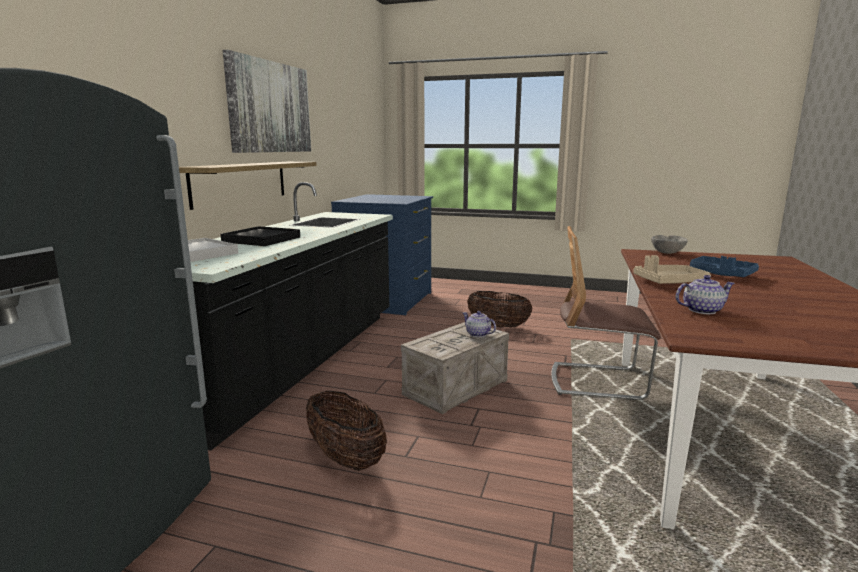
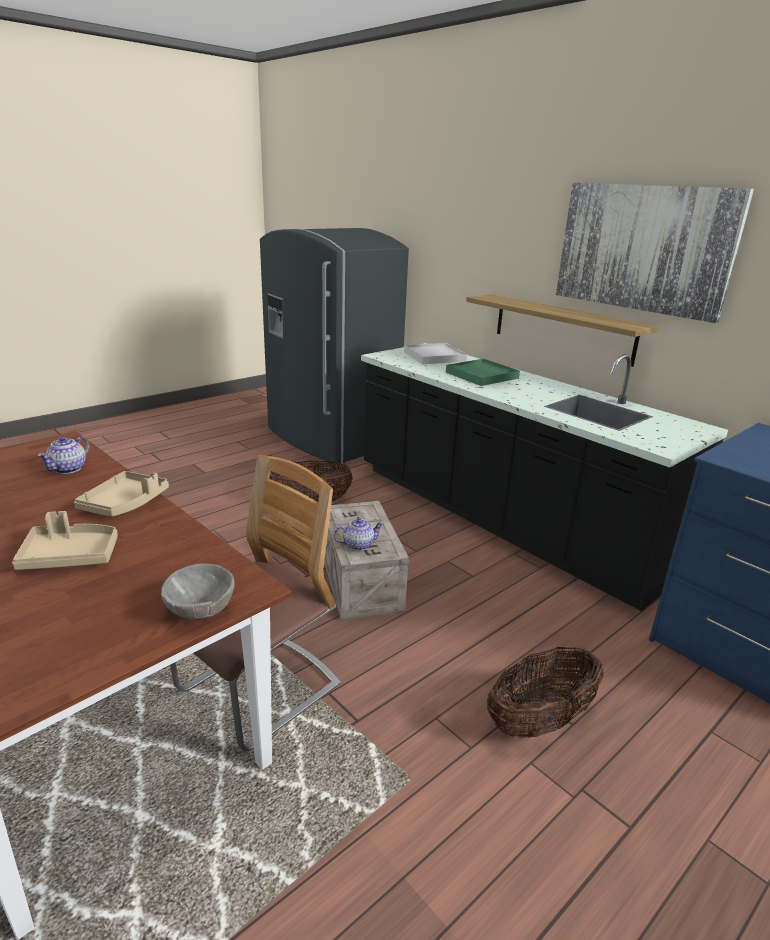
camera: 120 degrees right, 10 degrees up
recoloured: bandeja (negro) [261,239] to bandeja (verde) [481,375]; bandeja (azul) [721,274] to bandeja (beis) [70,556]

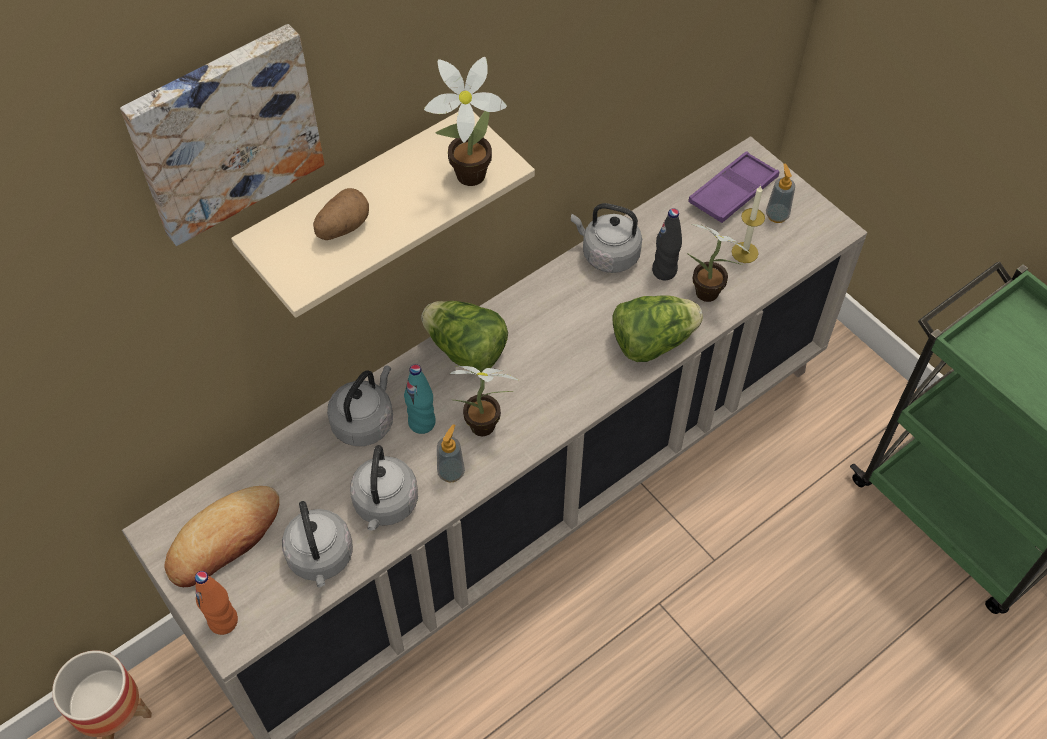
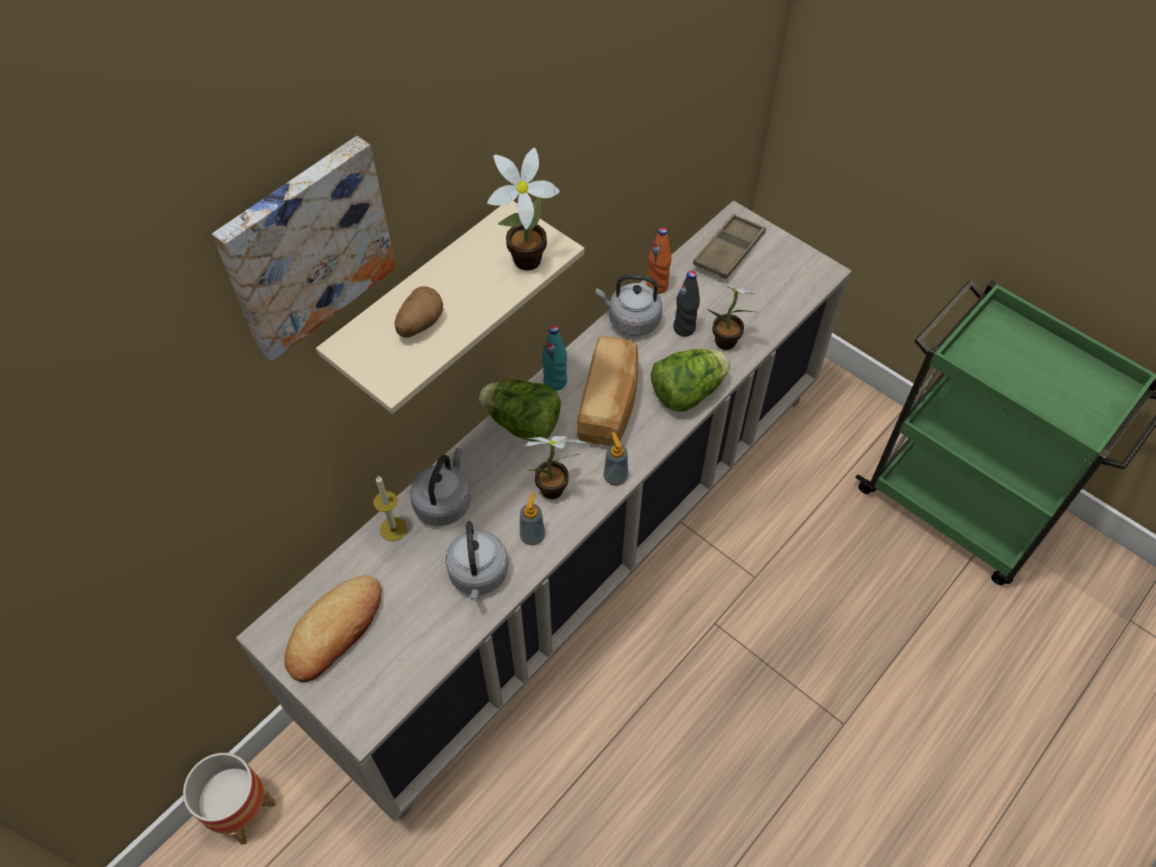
camera: 10 degrees left, 0 degrees up
removed: hervidor (gris) [321,559]
added: pan [610,405]
moved: botella (naranja) [223,621] to [657,286]; botella (turquesa) [422,423] to [555,382]; vela [744,252] to [393,529]; dispensador de jabón [777,215] to [615,477]
recoloured: bandeja (morado) [733,192] to bandeja (marrón) [729,251]

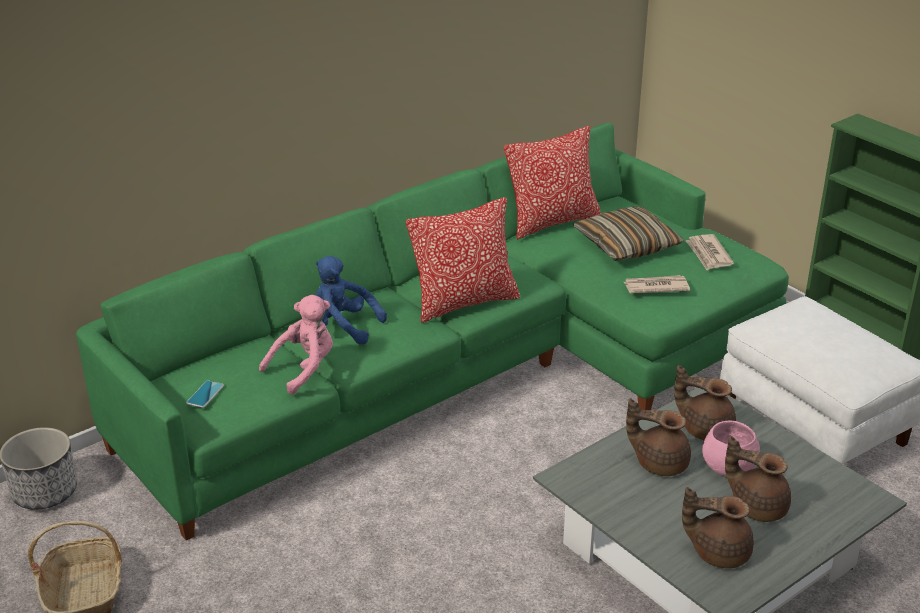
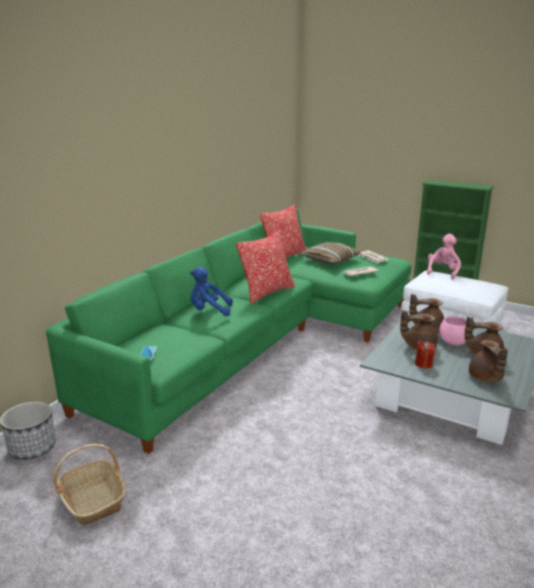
camera: 20 degrees left, 10 degrees down
added: vela (rojo) [423,364]
moved: peluche (rosa) [304,369] to [442,272]
turned: tetera (marrón) [718,552] = [485,378] 90 degrees counterclockwise

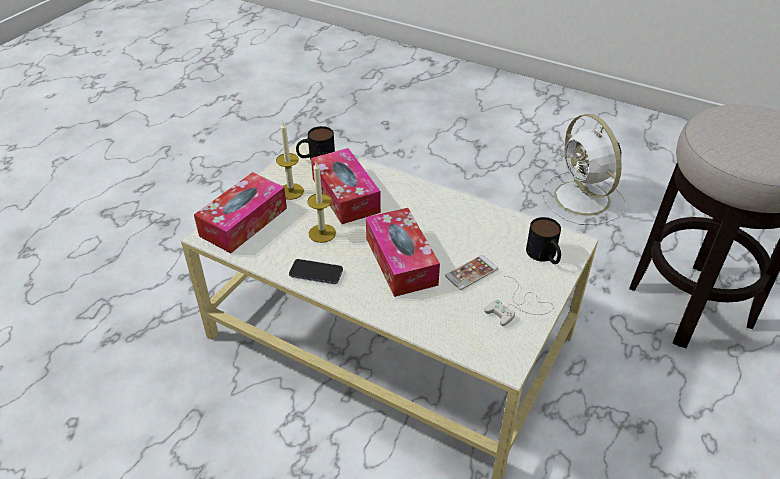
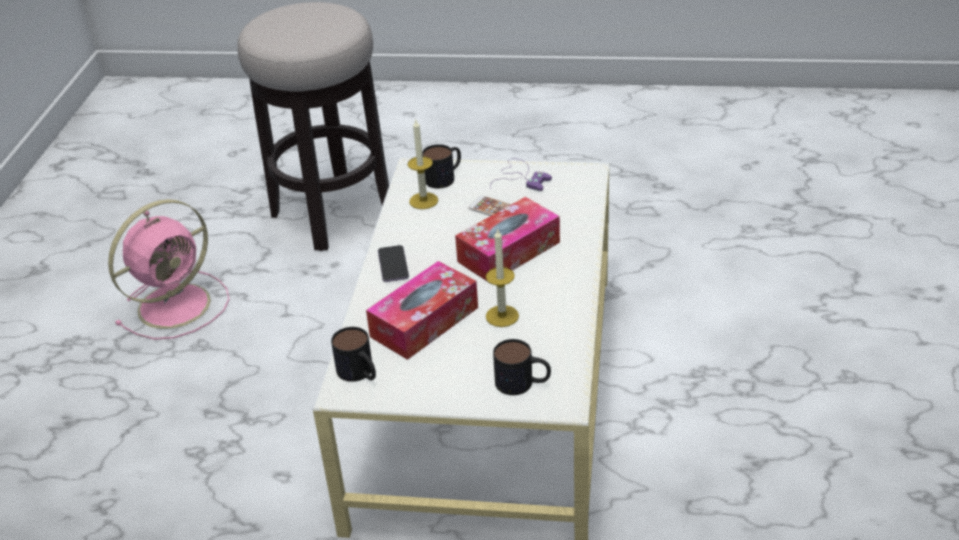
camera: 110 degrees left, 5 degrees down
moved: vela [291,191] to [423,201]; móvil [316,273] to [393,265]
replaced: caja de pañuelos [243,222] to taza grande [523,383]
recoloured: mando de consola (blanco) [518,306] to mando de consola (morado) [521,177]; ventilador (blanco) [583,199] to ventilador (rosa) [177,304]

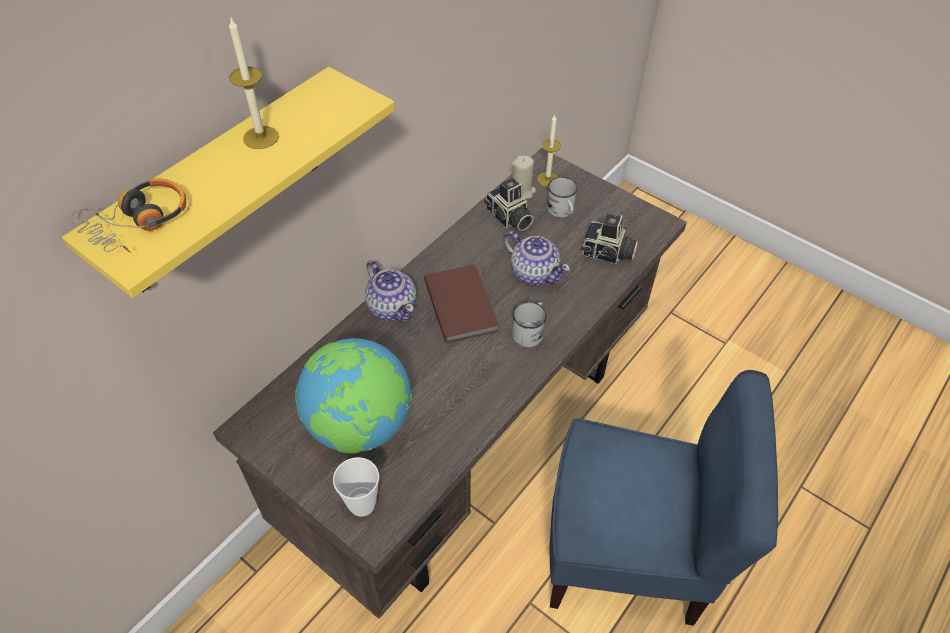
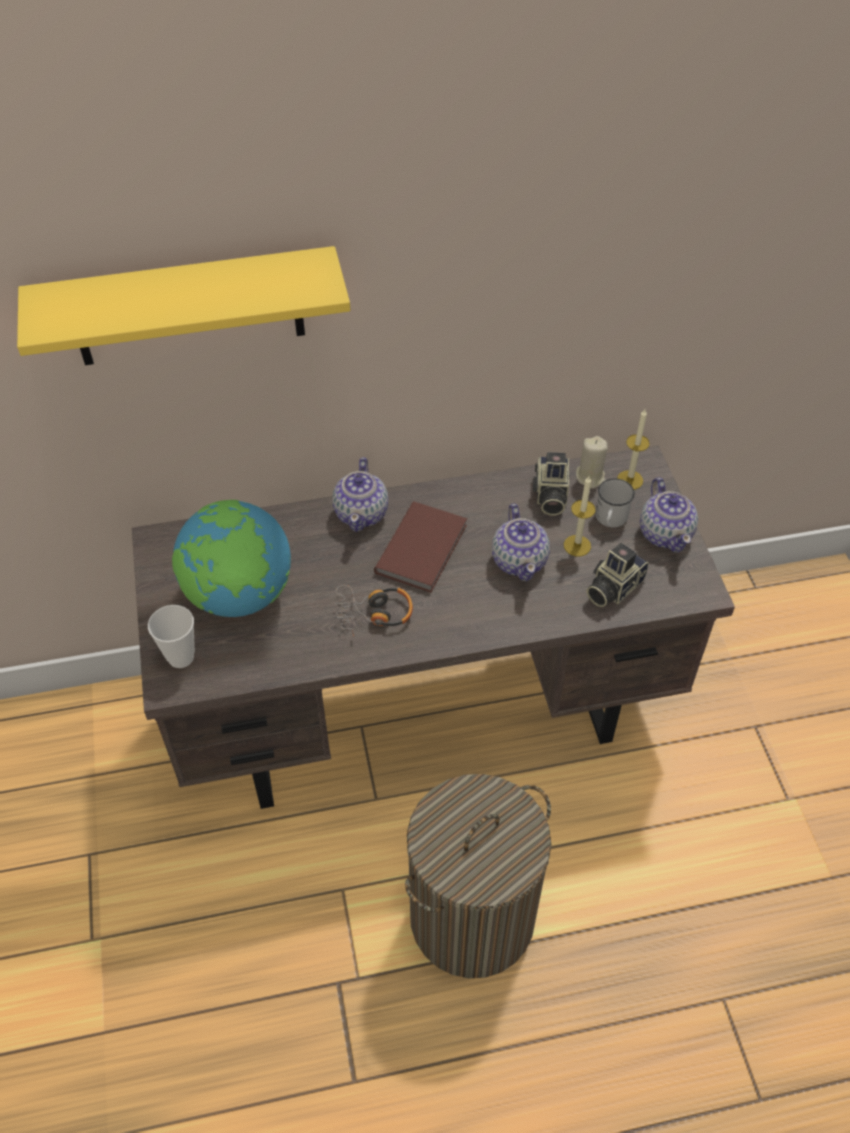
camera: 40 degrees right, 0 degrees up
removed: taza grande (blanco) [530,331]
added: tetera [665,533]
moved: auriculares [138,223] to [374,614]; vela [261,137] to [577,545]
replaced: silla (azul) [626,552] to cesto de la ropa [471,917]
turned: cámara [607,254] = [612,587] 75 degrees clockwise

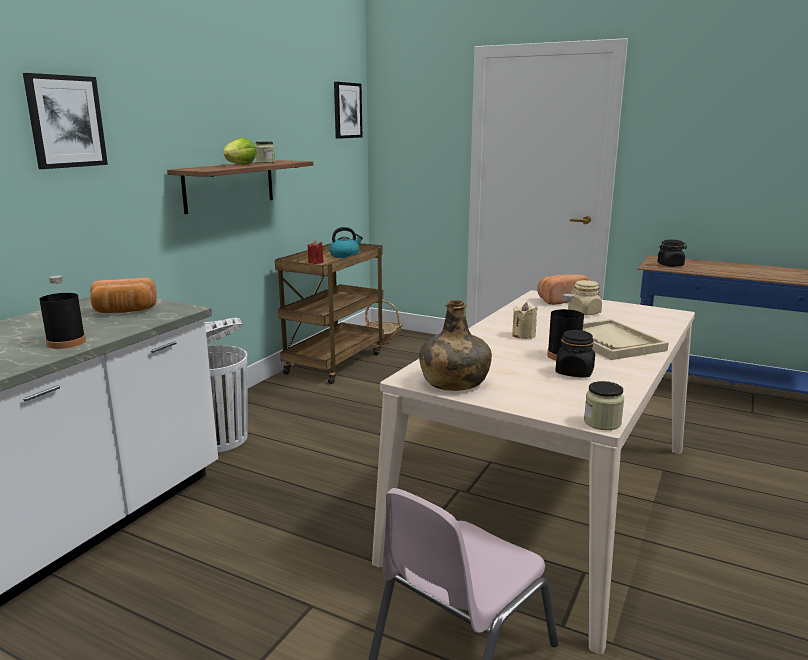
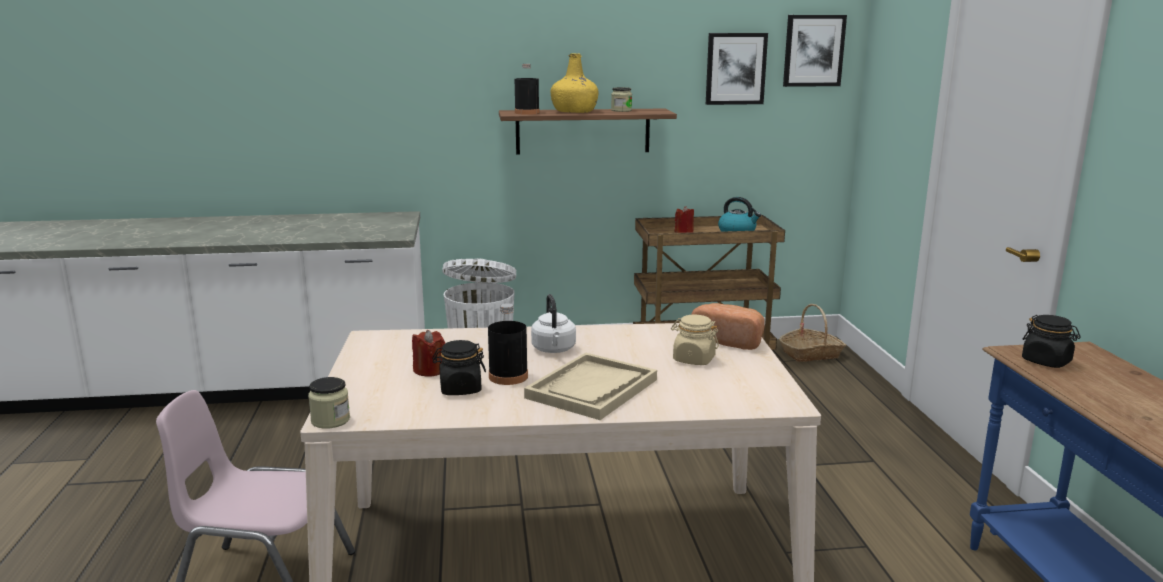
camera: 55 degrees right, 0 degrees up
removed: pan [124,311]; botella (verde) [453,382]
added: vela (rojo) [429,371]
moved: cuadro [65,121] to [735,68]; botella (negro) [66,342] to [527,113]
replaced: lechuga [239,165] to botella (amarillo) [575,111]; vela (beis) [523,335] to hervidor (blanco) [554,350]

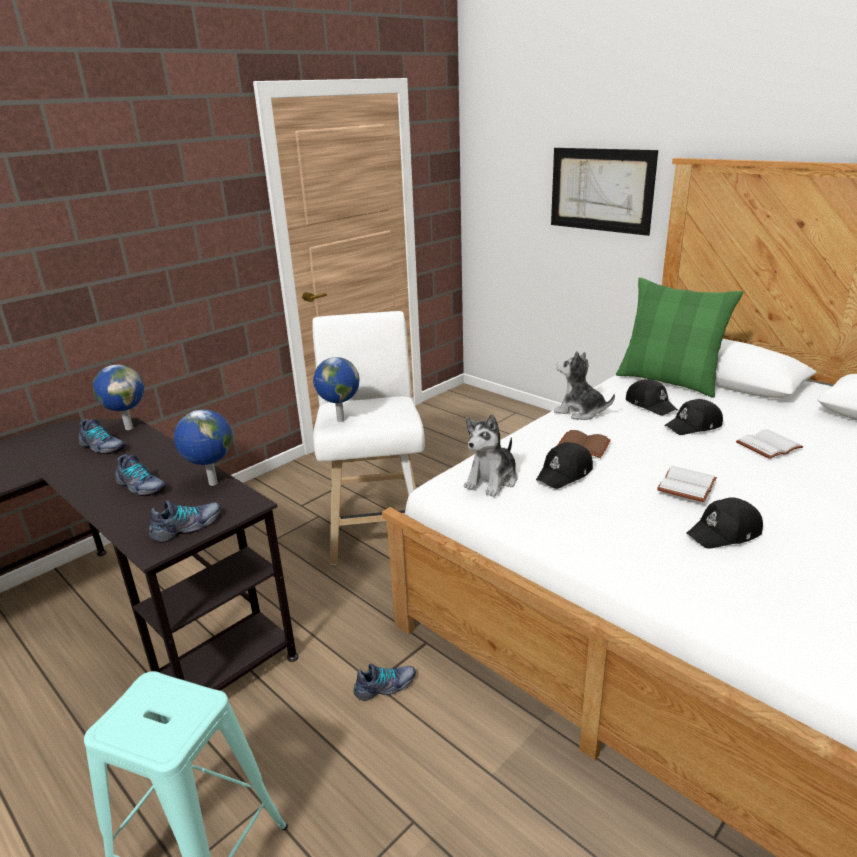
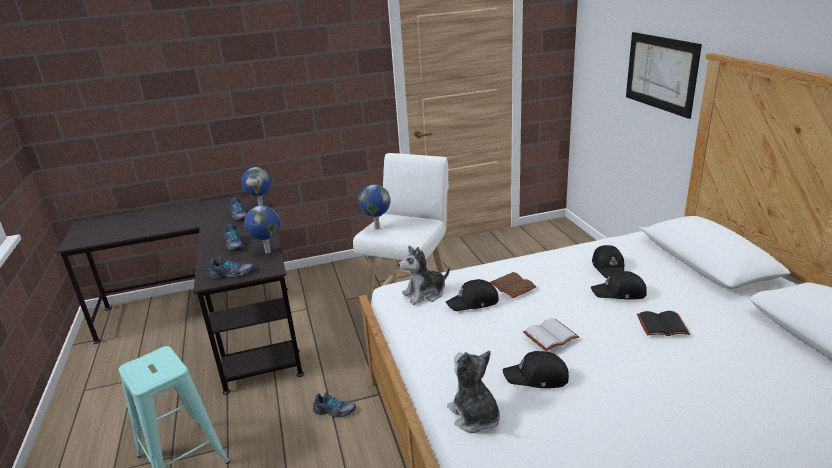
camera: 30 degrees right, 0 degrees up
removed: cojín (verde) [669,381]
moved: peluche [580,412] to [474,416]
recoloured: libro (blanco) [768,445] to libro (negro) [662,324]

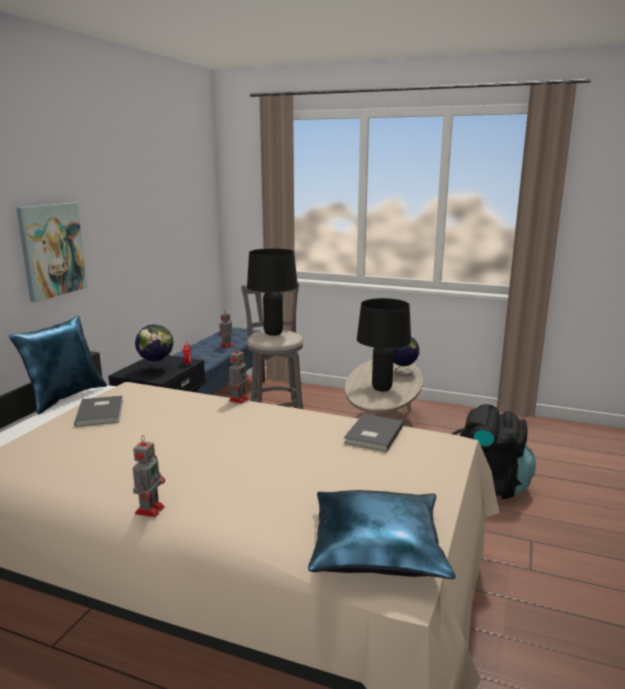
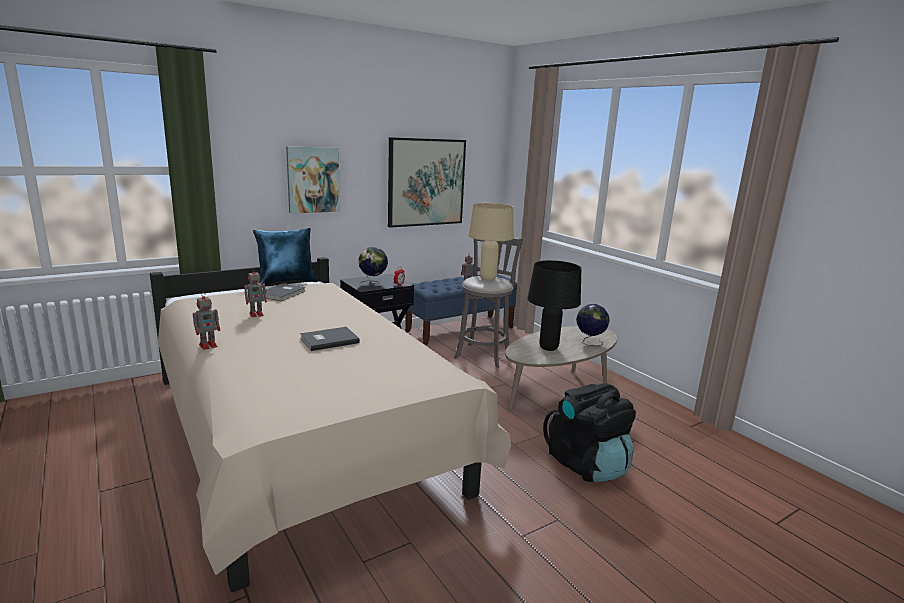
camera: 35 degrees right, 0 degrees up
removed: cojín (azul) [377,547]
added: cuadro [426,182]
moved: robot de juguete [239,399] to [257,314]; libro (gris) [372,435] to [328,340]
recoloured: lámpara de mesa (negro) [273,333] to lámpara de mesa (beis) [487,279]

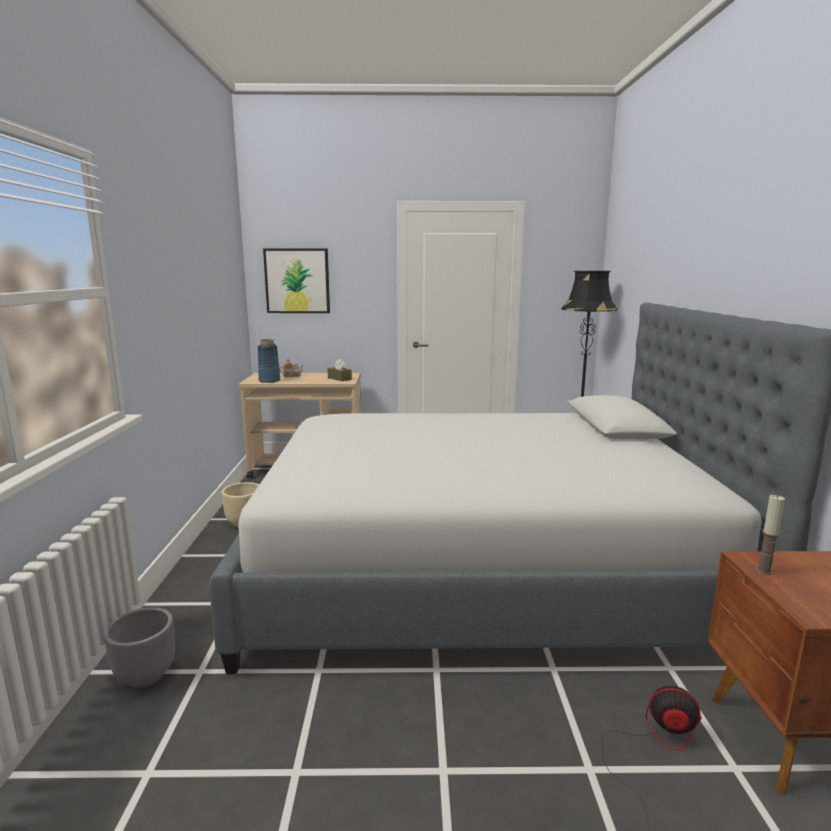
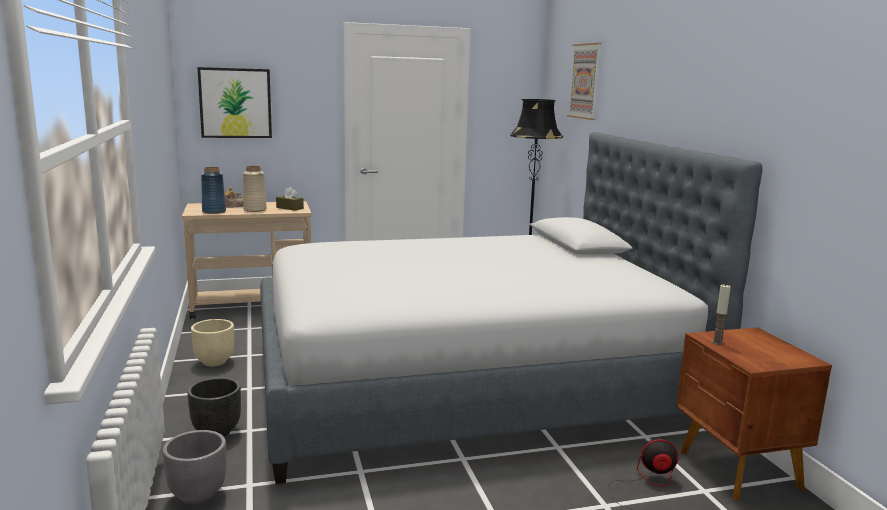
camera: 15 degrees left, 0 degrees up
added: maceta (negro) [216,431]; florero (beis) [255,209]; cuadro [584,81]

